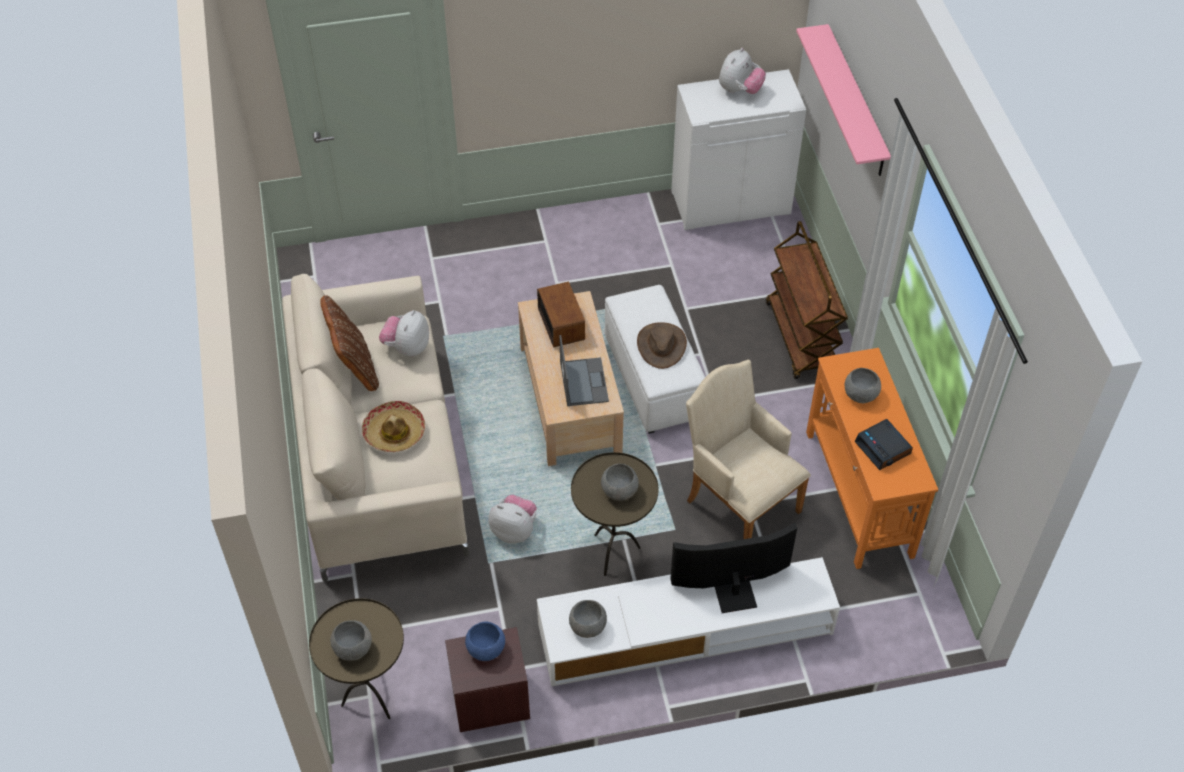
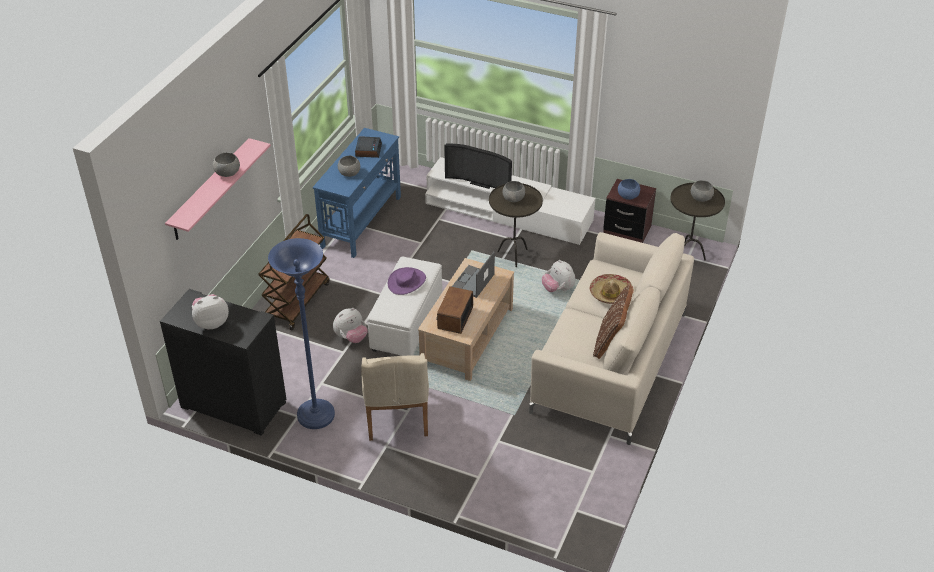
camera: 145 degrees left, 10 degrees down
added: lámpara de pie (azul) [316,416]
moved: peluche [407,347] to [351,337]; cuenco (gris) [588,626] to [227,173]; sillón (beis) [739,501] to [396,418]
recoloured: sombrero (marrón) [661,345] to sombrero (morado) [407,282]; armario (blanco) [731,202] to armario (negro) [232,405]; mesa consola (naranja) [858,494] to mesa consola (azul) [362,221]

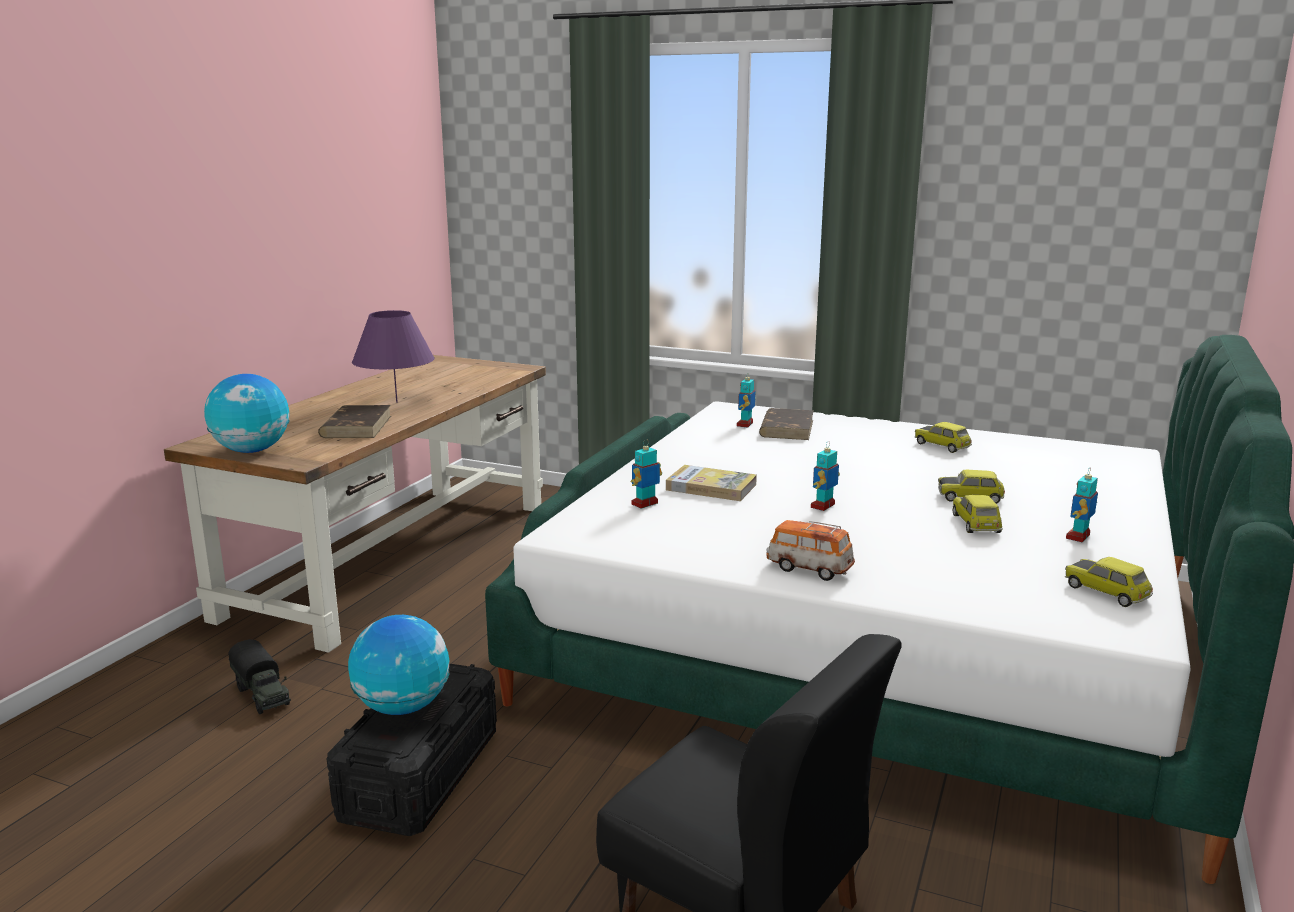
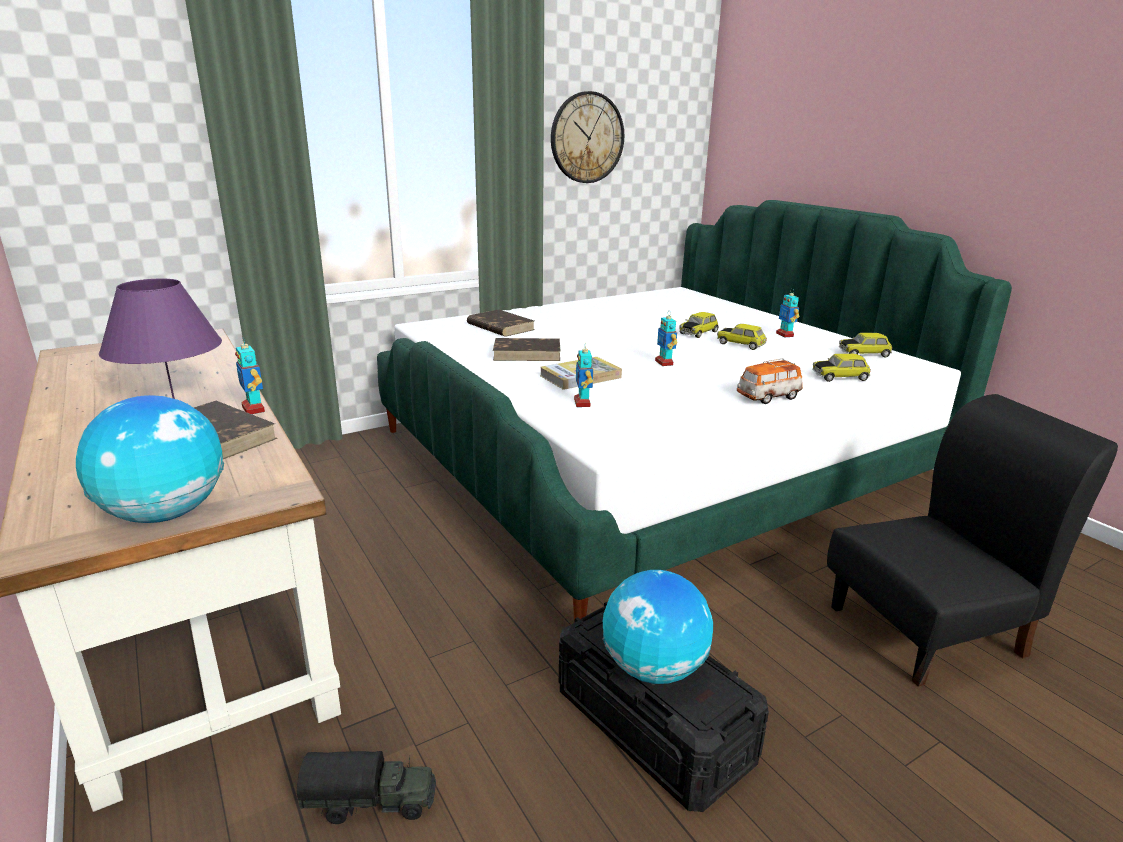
camera: 55 degrees left, 5 degrees up
added: libro (marrón) [528,353]; reloj de pared [587,138]
moved: robot de juguete [745,424] to [254,409]; coche de juguete [943,445] to [840,377]

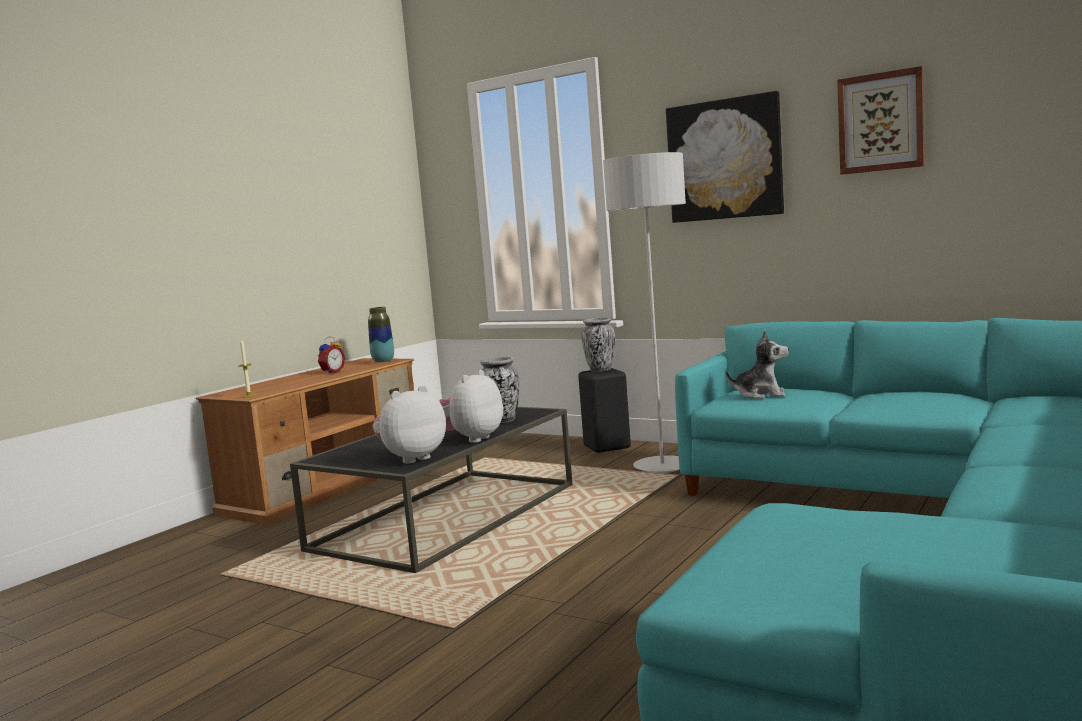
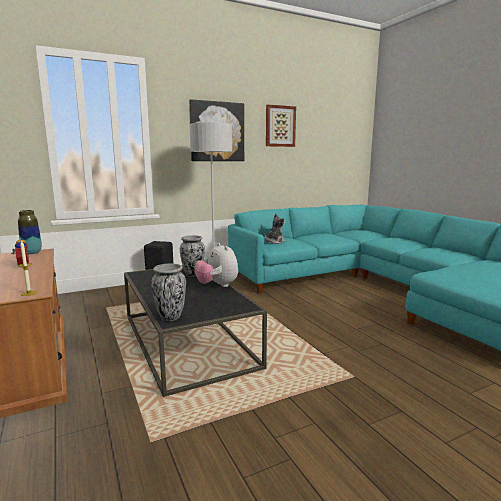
camera: 60 degrees left, 5 degrees up
removed: peluche [411,458]
moved: florero [600,370] to [170,317]

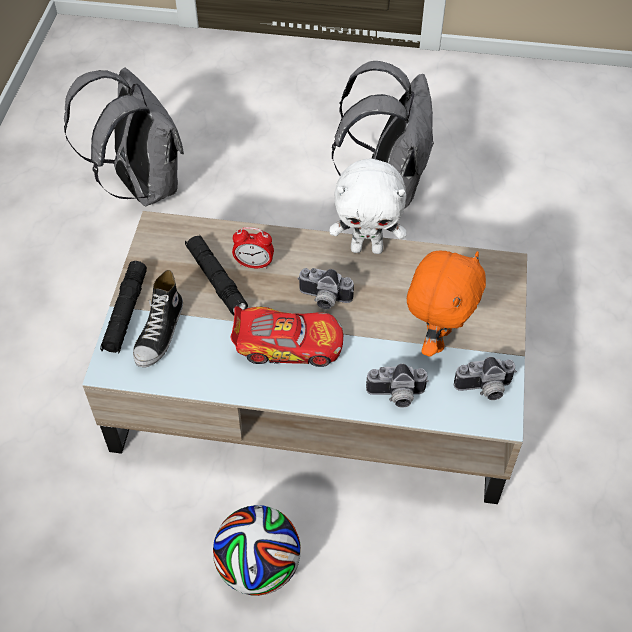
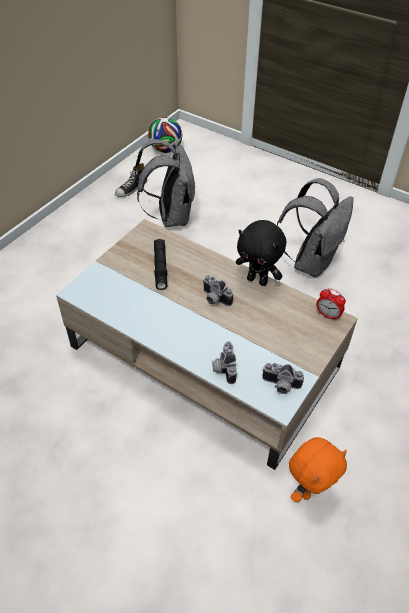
camera: 25 degrees right, 5 degrees down
removed: linterna (negro) [125,313]; coche de juguete [288,344]
moved: zapato [160,333] to [131,189]; balón de fútbol [259,567] to [165,150]; despertador [254,264] to [328,315]; peluche (naranja) [436,338] to [309,489]
recoloured: peluche (blanco) [367,248] to peluche (negro) [258,280]
turned: cámara [396,396] = [223,368] 60 degrees clockwise

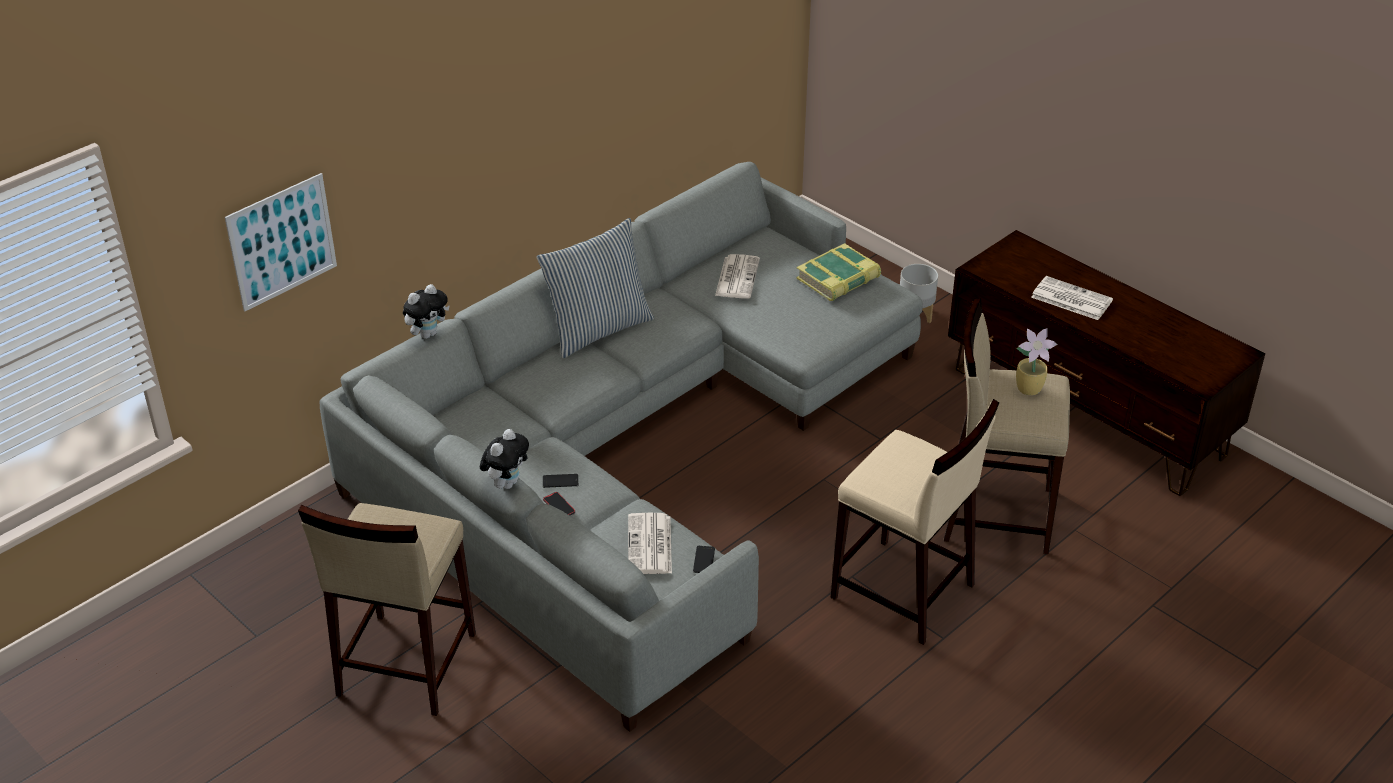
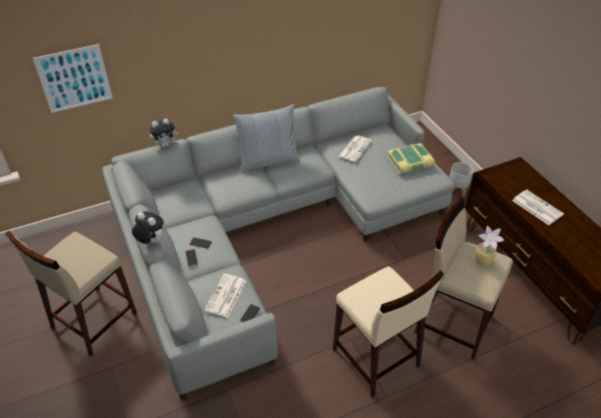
camera: 20 degrees right, 5 degrees up
turned: peluche [507,483] = [150,241] 105 degrees counterclockwise

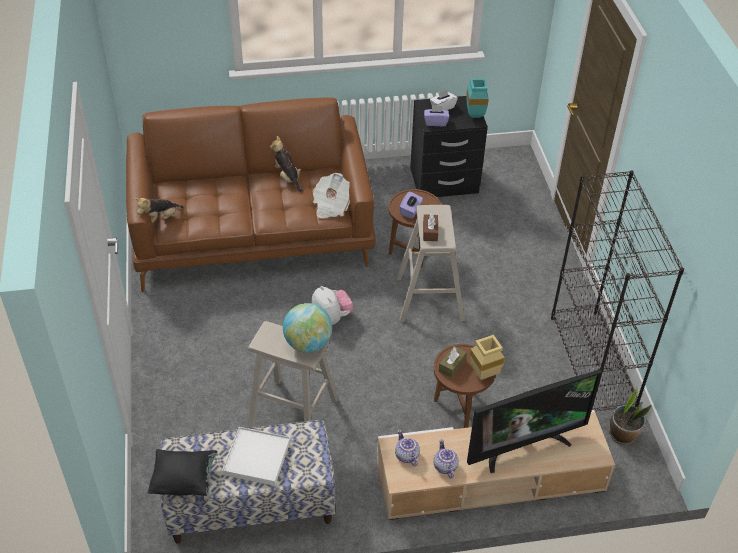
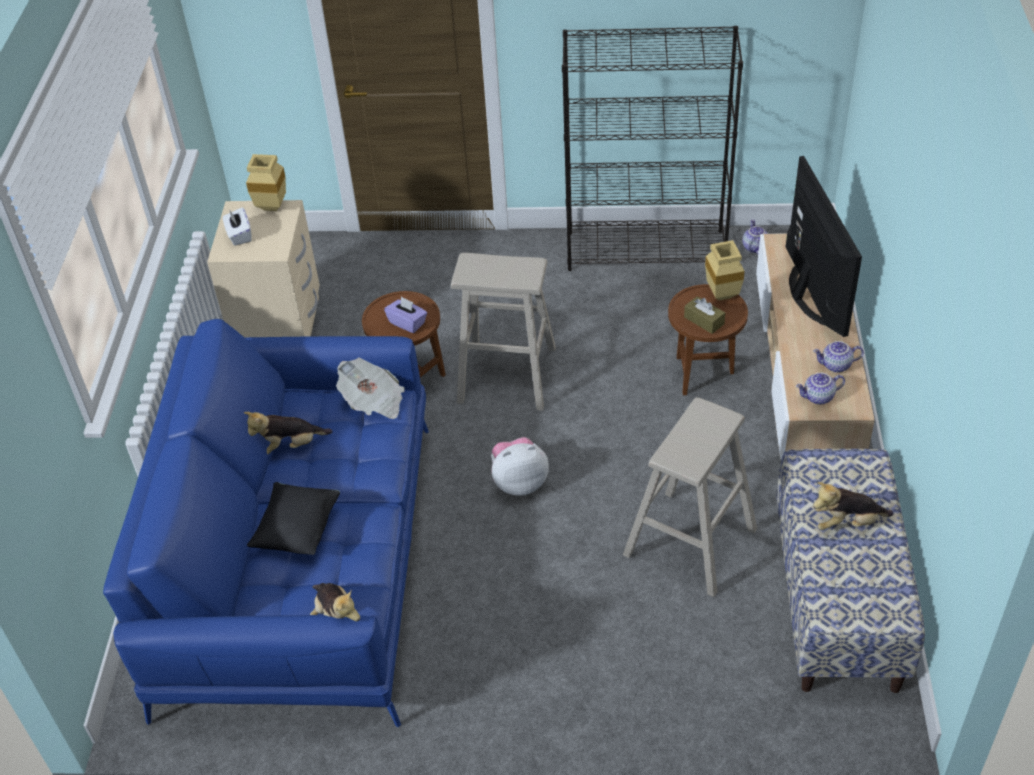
camera: 75 degrees left, 0 degrees up
removed: globo terráqueo [308,343]; caja de pañuelos (marrón) [430,232]; caja de pañuelos (morado) [435,122]
moved: cojín (negro) [184,481] to [298,530]
replaced: bandeja (blanco) [257,458] to peluche [847,522]; planta en maceta [623,435] to tetera [754,247]
recoloured: sofá (marrón) [253,230] to sofá (azul) [302,561]; mesita de noche (negro) [444,181] to mesita de noche (beis) [280,327]; florero (turquesa) [474,114] to florero (beis) [270,208]

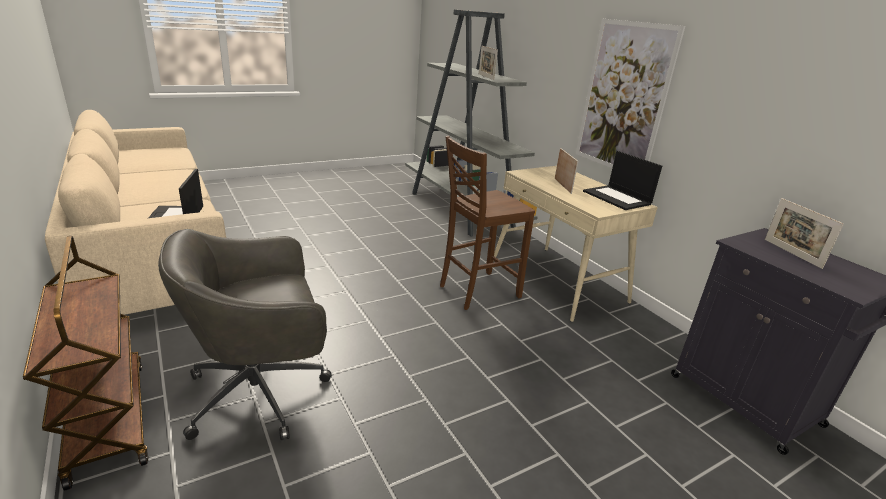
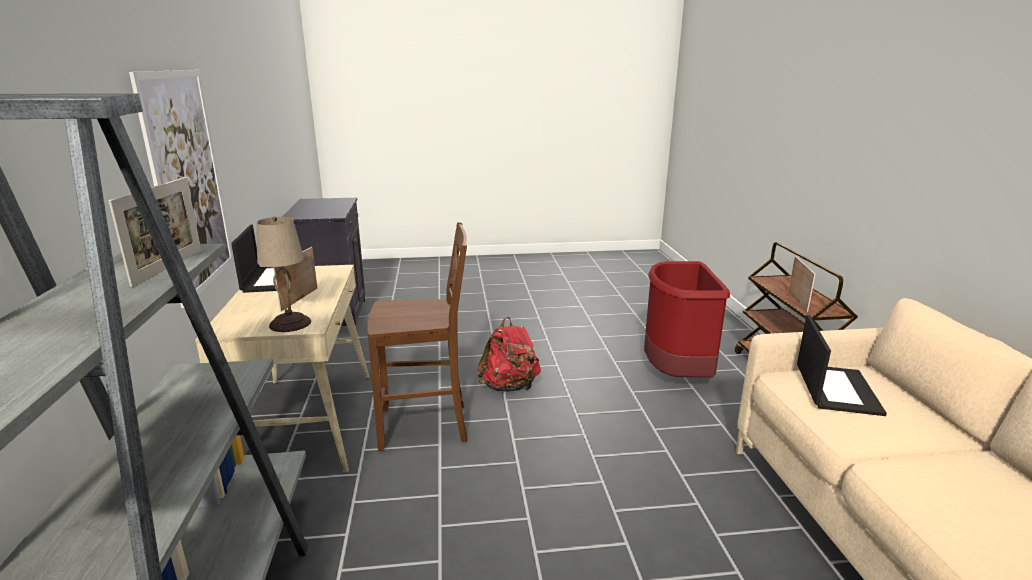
camera: 155 degrees left, 5 degrees down
added: lámpara de mesa (beis) [291,323]; mochila (rojo) [509,387]
moved: portarretratos [792,253] to [797,301]
replaced: silla de oficina (gris) [261,392] to papelera (rojo) [676,373]

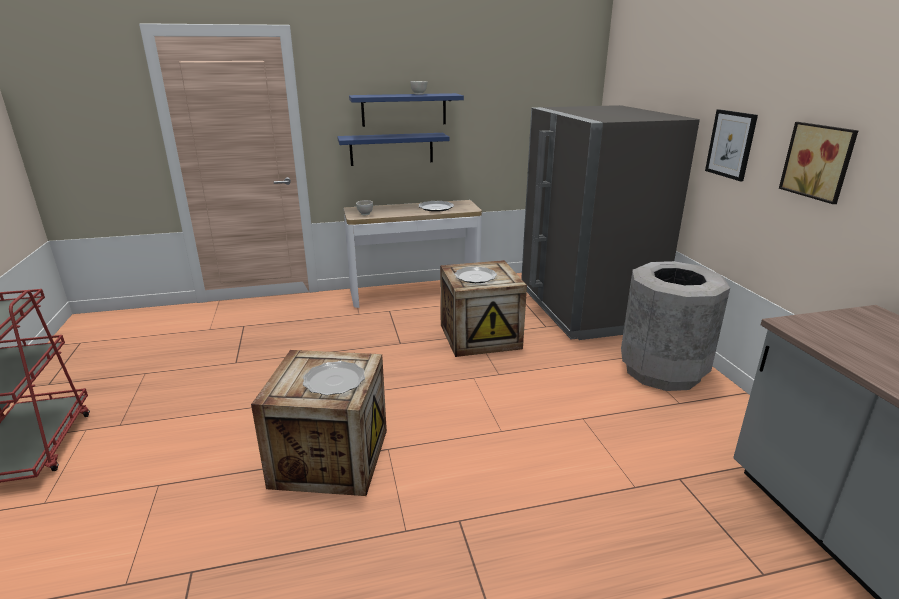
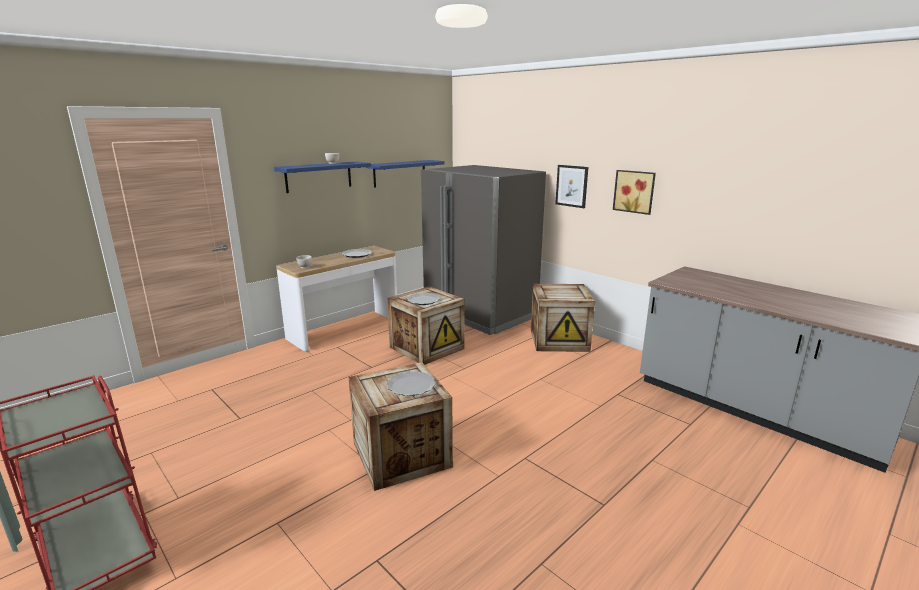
camera: 30 degrees left, 5 degrees down
moved: estante (azul) [391,149] to [399,173]
replaced: papelera (gris) [662,371] to caja de embalaje [559,340]

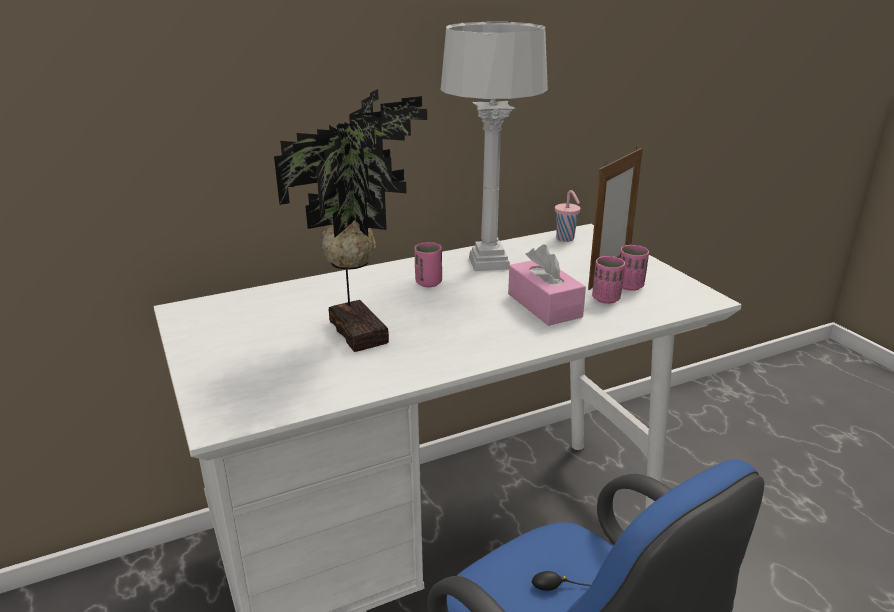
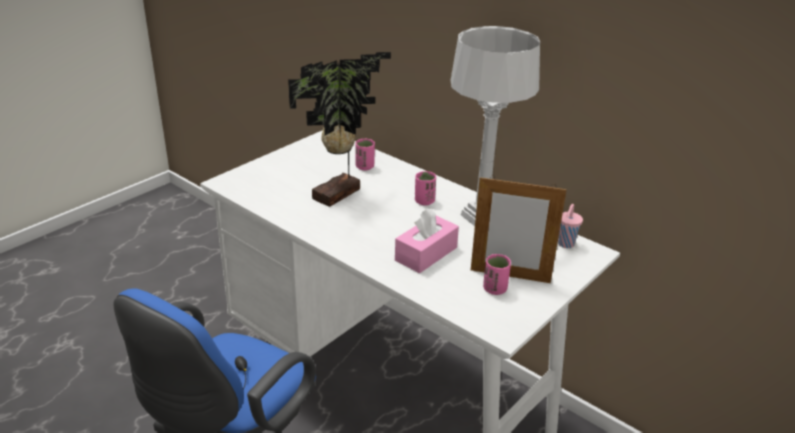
camera: 65 degrees right, 5 degrees up
moved: taza (rosa) [606,299] to [364,167]

